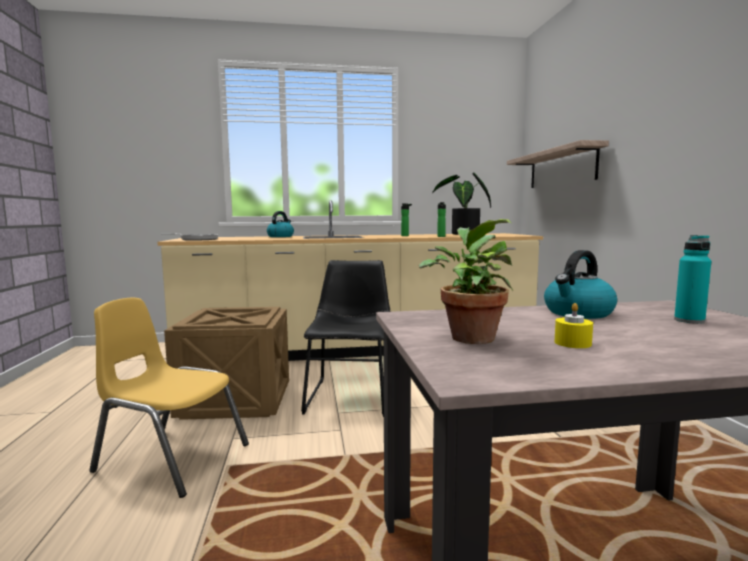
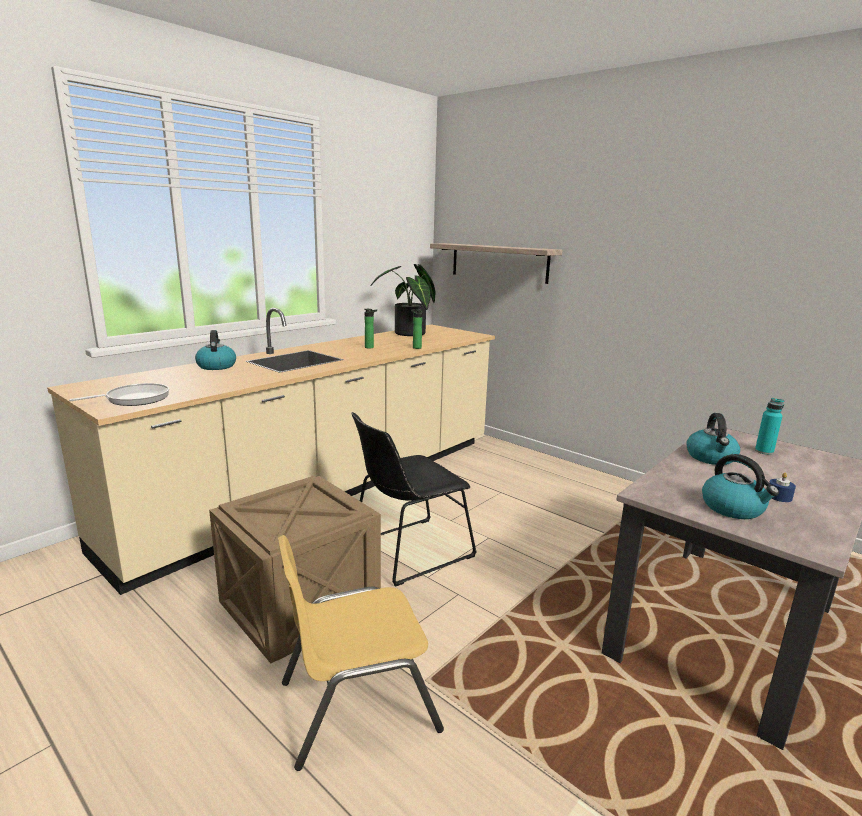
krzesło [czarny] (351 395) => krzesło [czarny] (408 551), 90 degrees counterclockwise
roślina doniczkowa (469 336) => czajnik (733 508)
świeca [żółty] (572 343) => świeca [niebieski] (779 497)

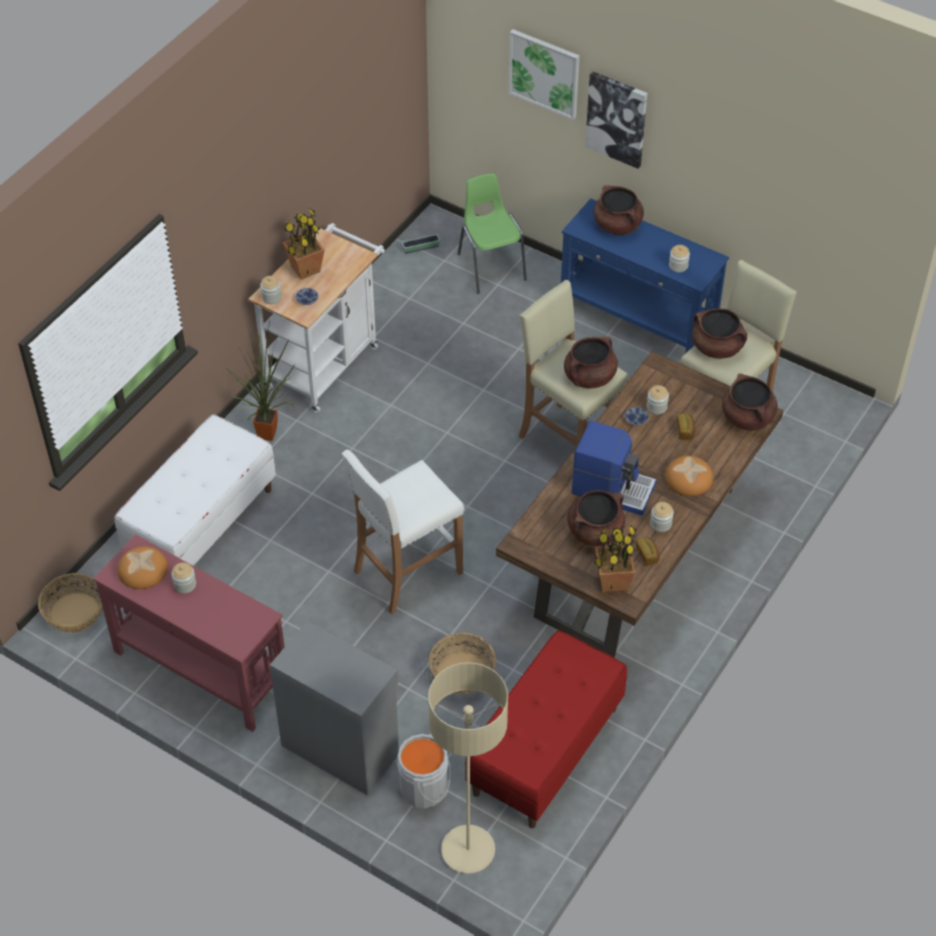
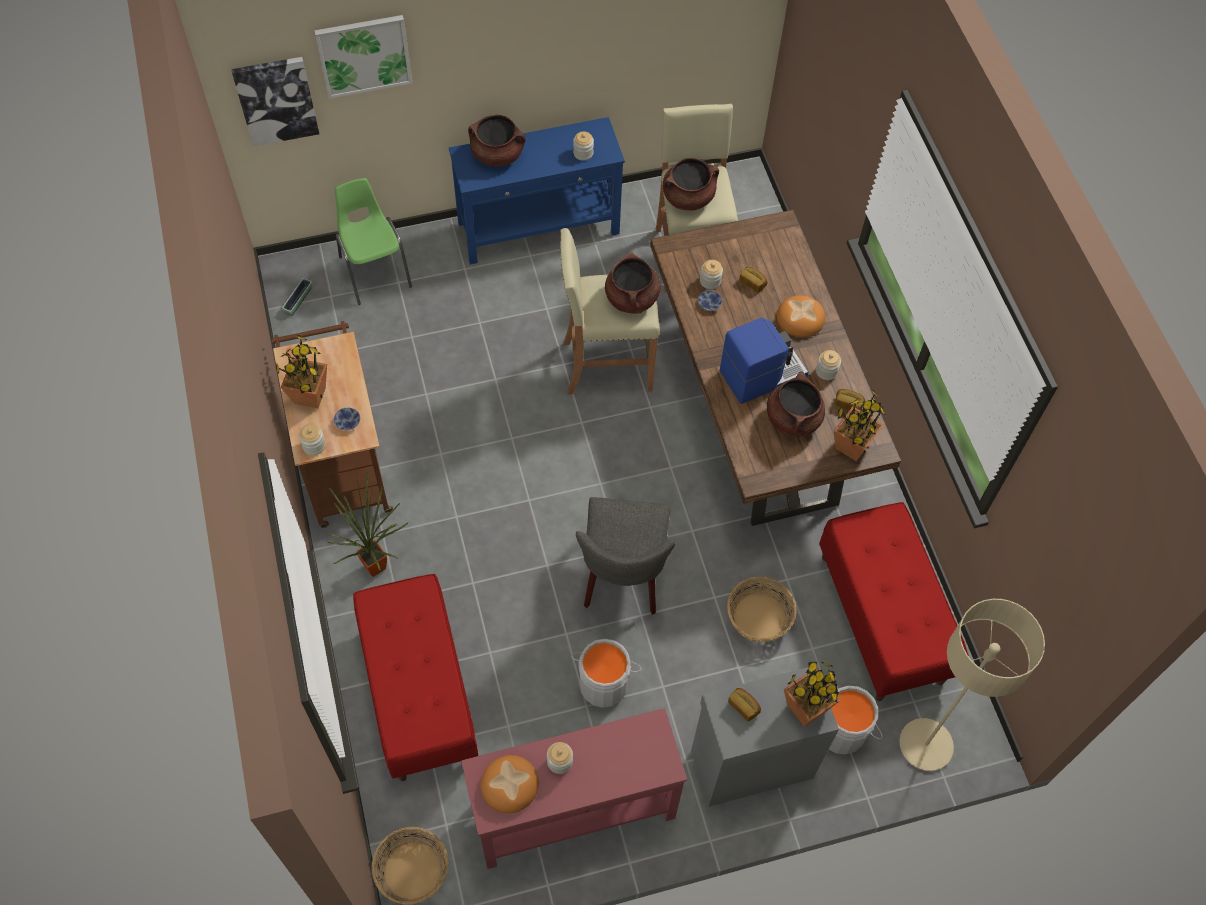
obraz (617 118) => obraz (276 100), moved
wózek [biały] (326 362) => wózek [brązowy] (343 463)
krzesło [zielony] (491 266) => krzesło [zielony] (374 271), 45 degrees clockwise
ławka [biały] (201 524) => ławka [czerwony] (419 692)
nothing => wiadro [szary] (604 682)
stołek [biały] (406 572) => krzesło [szary] (623 578)
nothing => chleb (744 706)
nothing => roślina doniczkowa (805 708)
garnek [brązowy] (747 418) => nothing

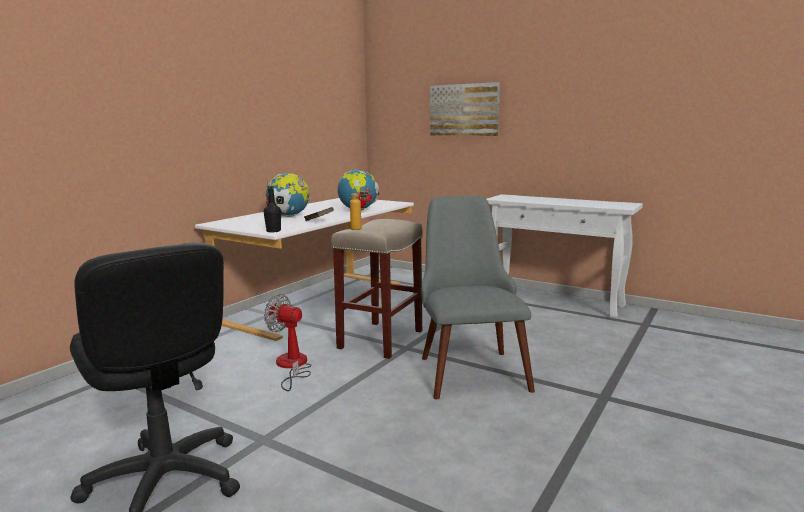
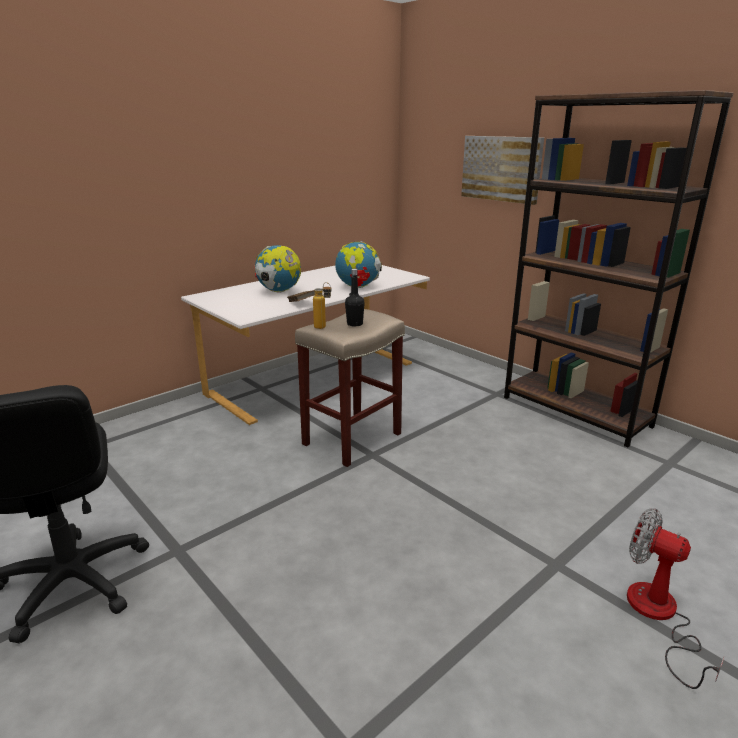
butelka [czarny] (273 231) => butelka [czarny] (354 324), moved
stolik konsolowy [biały] (555 301) => regał [brązowy] (575 411)
wentylator (292 366) => wentylator (658 616), moved
krzesło [szary] (468 366) => nothing

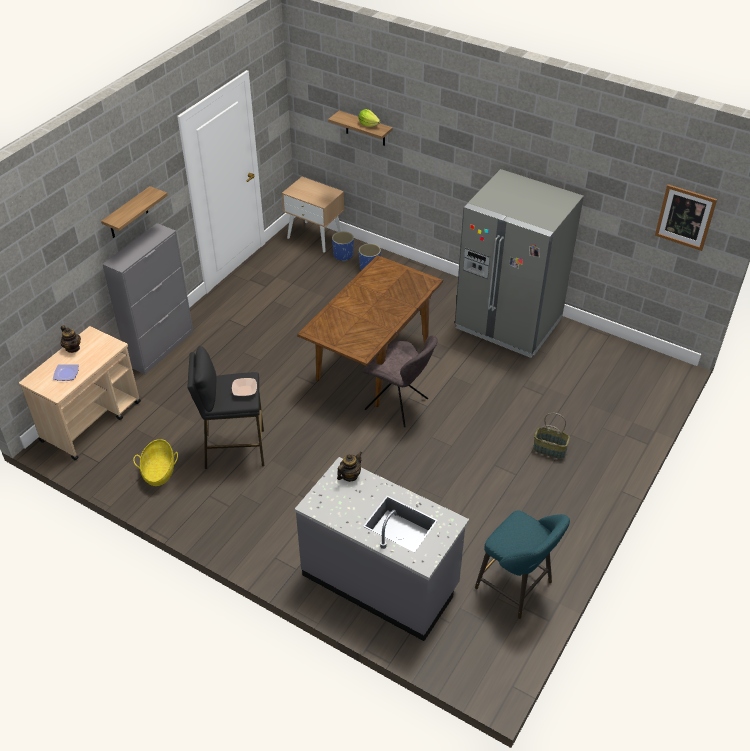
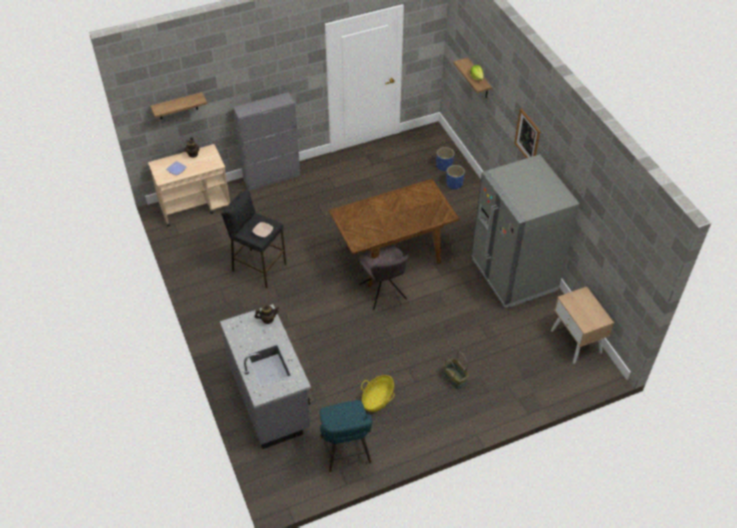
półka (128 213) => półka (177 106), moved
koszyk (159 471) => koszyk (377 399), moved
obraz (685 217) => obraz (527 137), moved
szafka nocna [beżowy] (315 236) => szafka nocna [beżowy] (576 341), moved

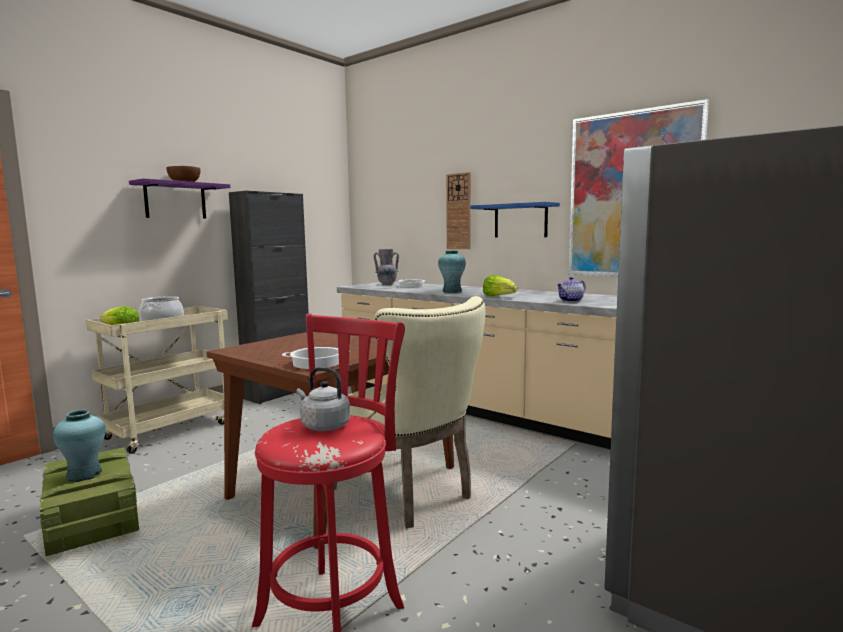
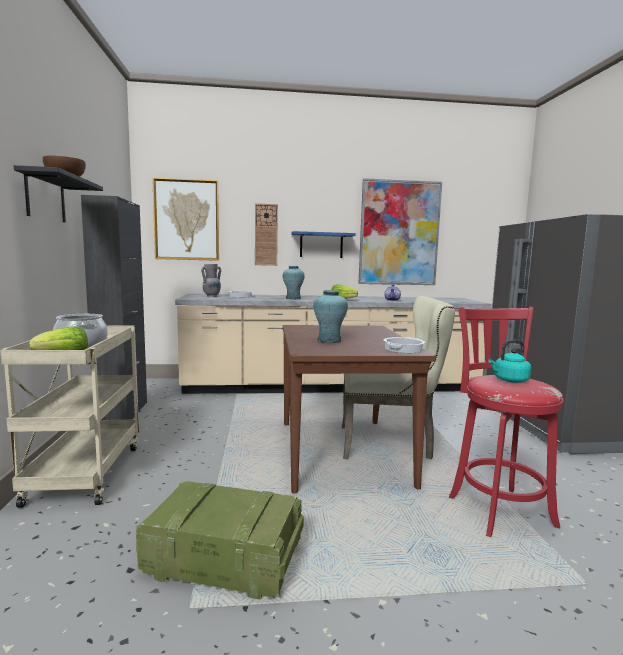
półka [fioletowy] (175 200) => półka [czarny] (45 198)
nothing => obraz (187 220)
wazon [turkusowy] (84 475) => wazon [turkusowy] (329 340), moved
czajnik [szary] (323 426) => czajnik [turkusowy] (509 380)

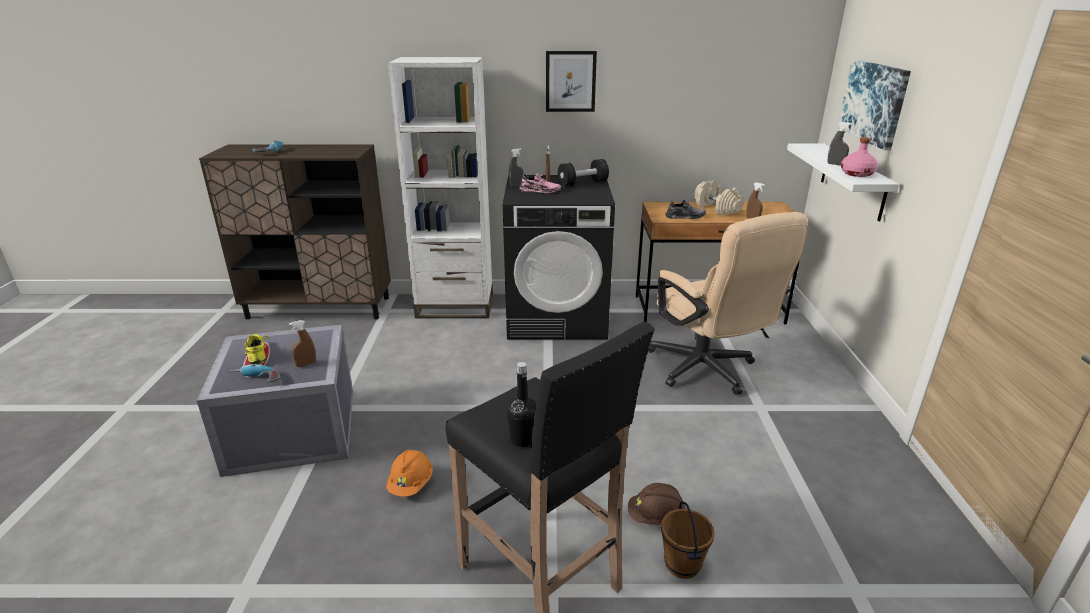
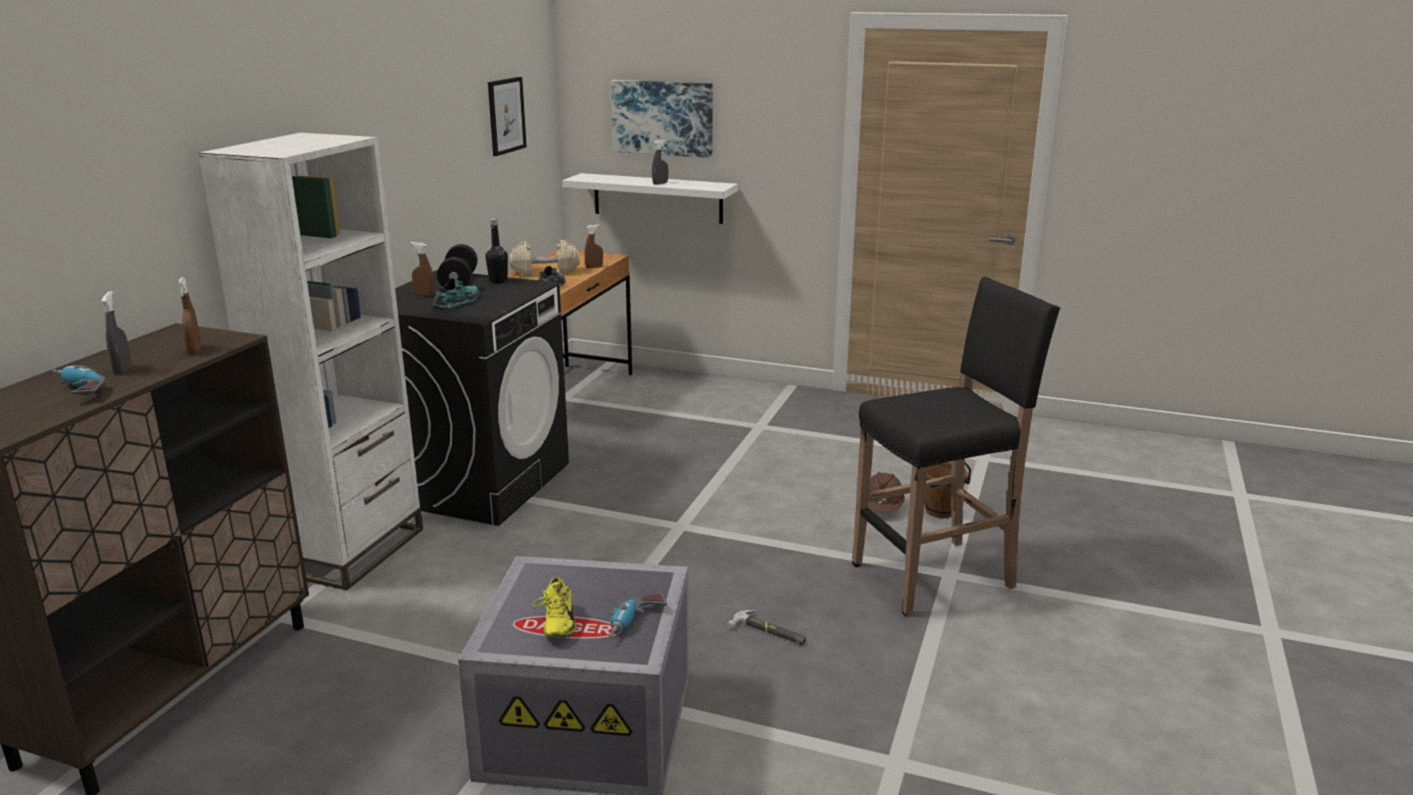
spryskiwacz [szary] (516 185) => spryskiwacz [szary] (123 369), moved
spryskiwacz [brązowy] (306 364) => spryskiwacz [brązowy] (194 350), moved
but [różowy] (540 191) => but [turkusowy] (457 303)
butelka [czarny] (523 439) => butelka [czarny] (498 281), moved
obraz (570 81) => obraz (506 115), moved
but [żółty] (259 354) => but [żółty] (556 624), 90 degrees counterclockwise
kask [pomarańczowy] (411 484) => młotek (768 633)
krzesło biurowe [beżowy] (707 371) => nothing
butelka [różowy] (857 174) => nothing

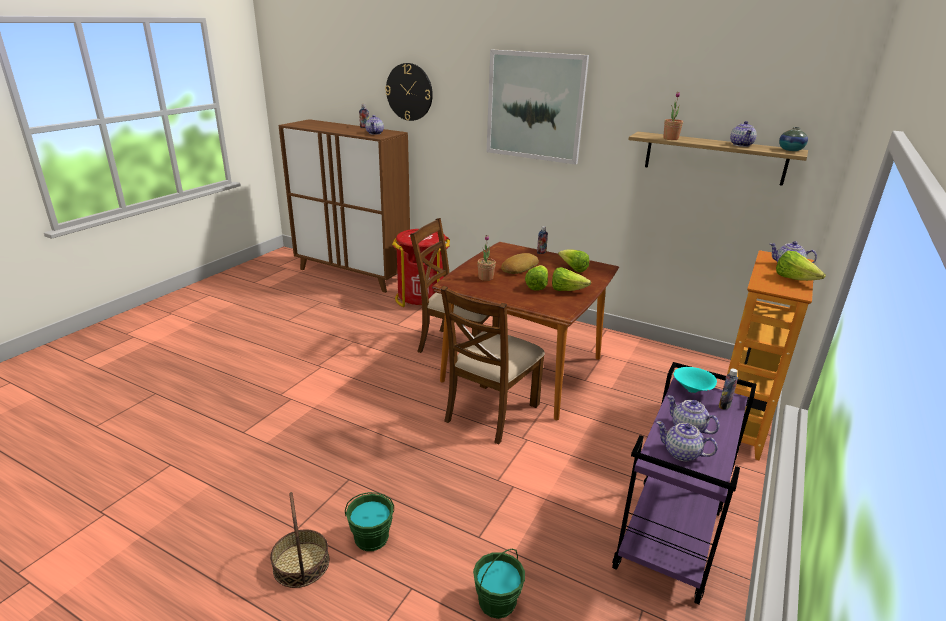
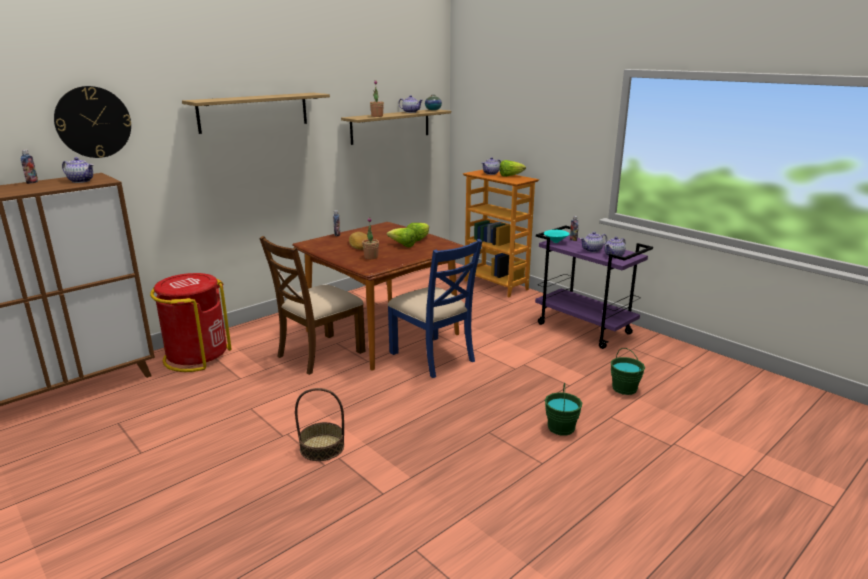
obraz (535 106) => półka (254 112)
koszyk (301 564) => koszyk (322 447), moved
krzesło [brązowy] (490 412) => krzesło [niebieski] (433 356)
sałata (573 269) => nothing

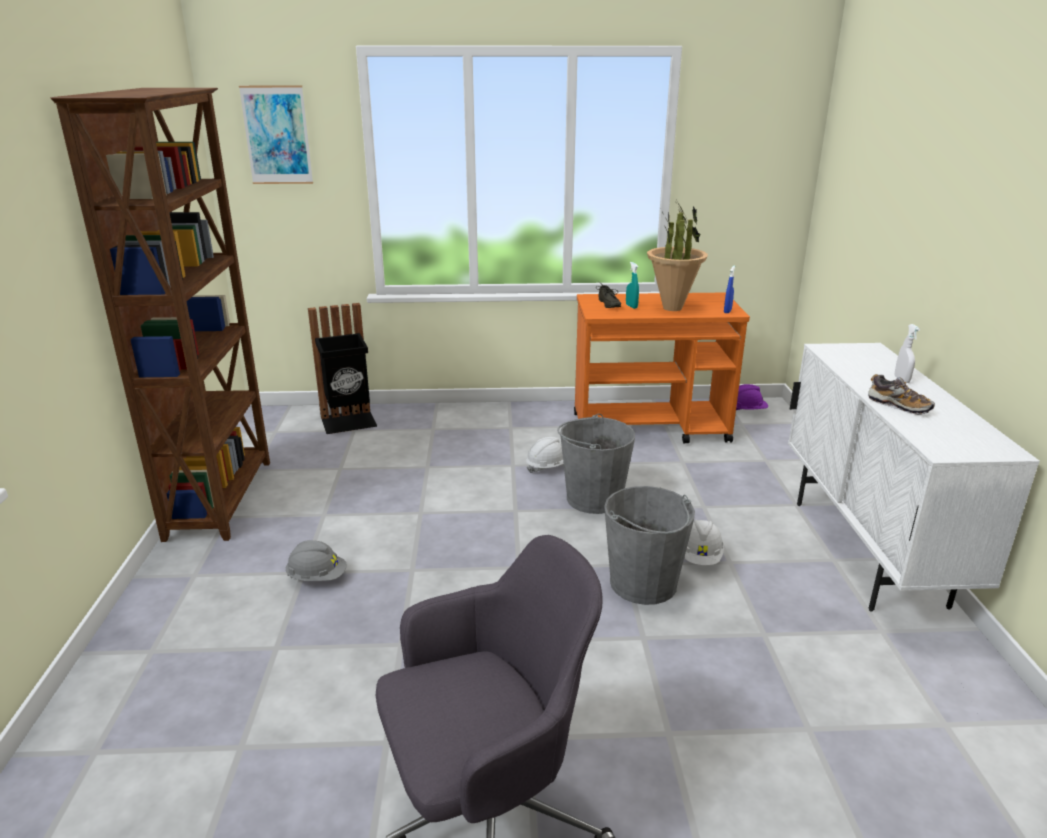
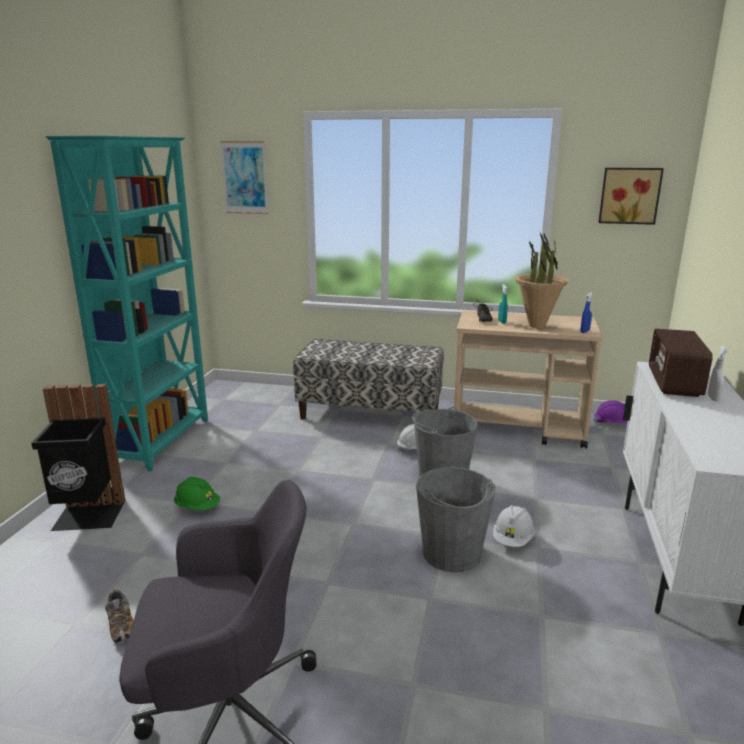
kosz na śmieci [czarny] (349 422) => kosz na śmieci [czarny] (88 516), moved
regał [brązowy] (222 498) => regał [turkusowy] (162 441)
but (898 406) => but (121 625), moved
kask [szary] (317 577) => kask [zielony] (197 507)
nothing => ławka (370 413)
wózek [pomarańczowy] (651 428) => wózek [beżowy] (519 429)
nothing => obraz (629 195)
nothing => radio (674 383)

